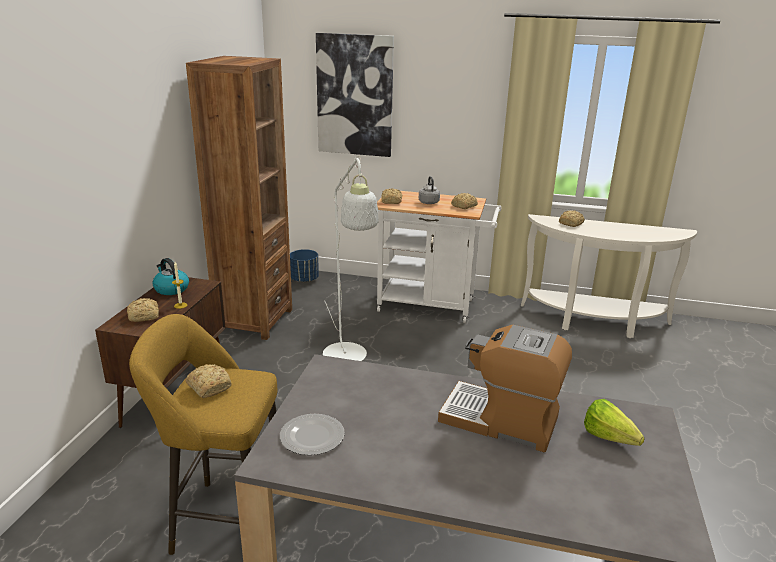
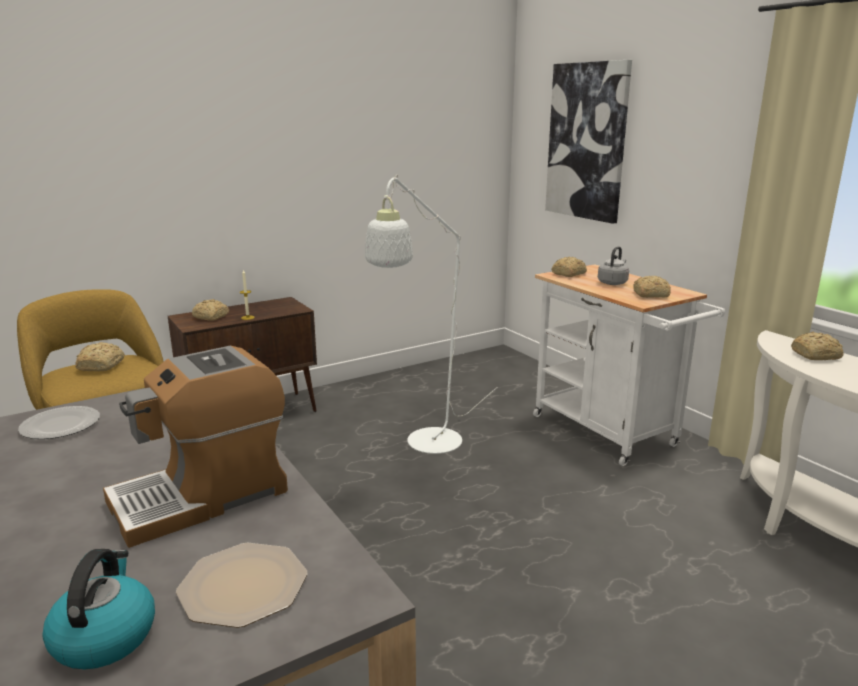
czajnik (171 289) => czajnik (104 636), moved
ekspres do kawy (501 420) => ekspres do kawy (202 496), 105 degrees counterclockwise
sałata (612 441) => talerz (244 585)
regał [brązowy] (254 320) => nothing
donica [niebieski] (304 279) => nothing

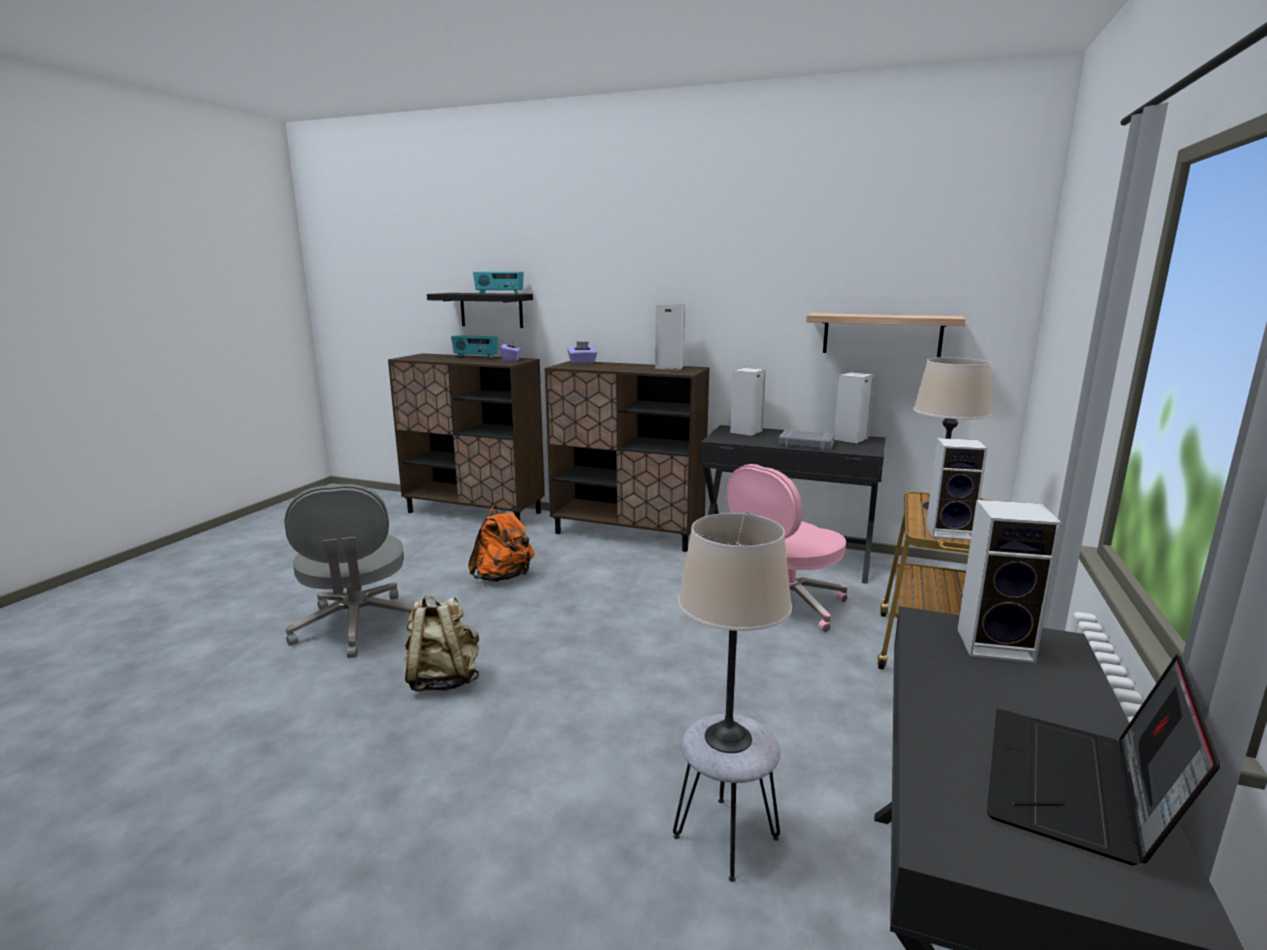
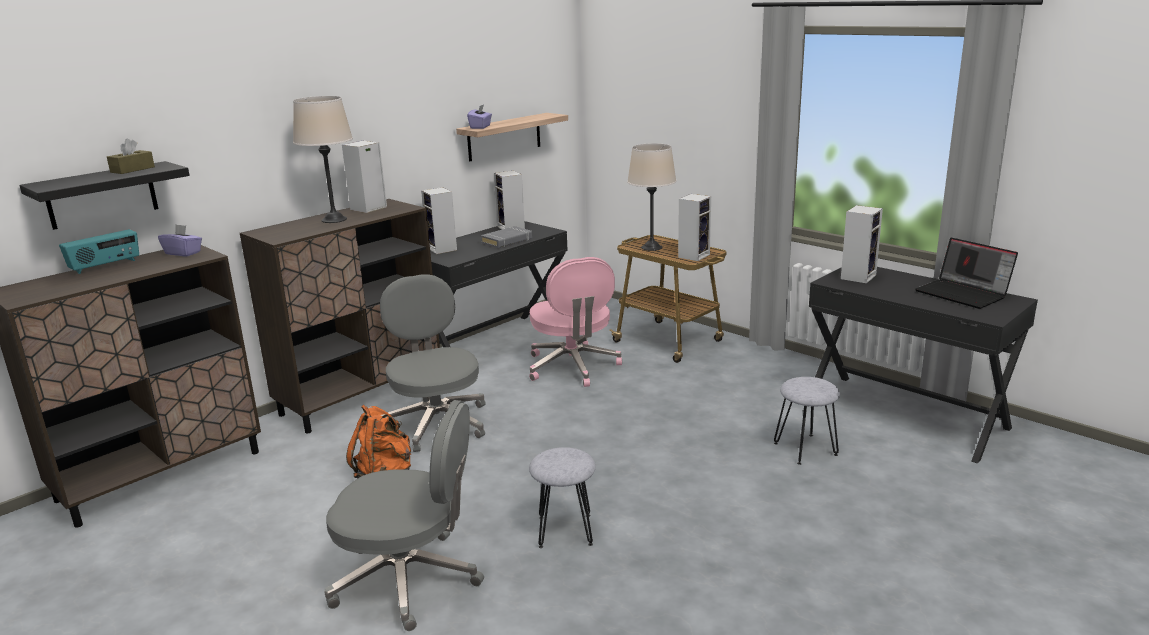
radio (499 293) => pudełko chusteczek [brązowy] (132 169)
lampa stołowa [beżowy] (728 737) => lampa stołowa [beżowy] (334 219), moved
nothing => krzesło biurowe [szary] (436 422)
pudełko chusteczek [fioletowy] (582 363) => pudełko chusteczek [fioletowy] (480 127), moved
plecak [beżowy] (443 680) => stołek [szary] (565 531)

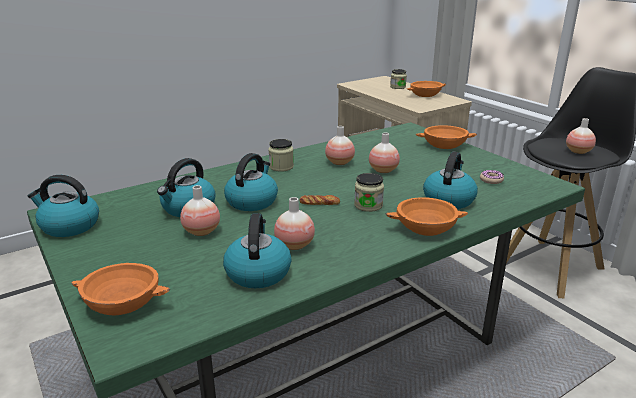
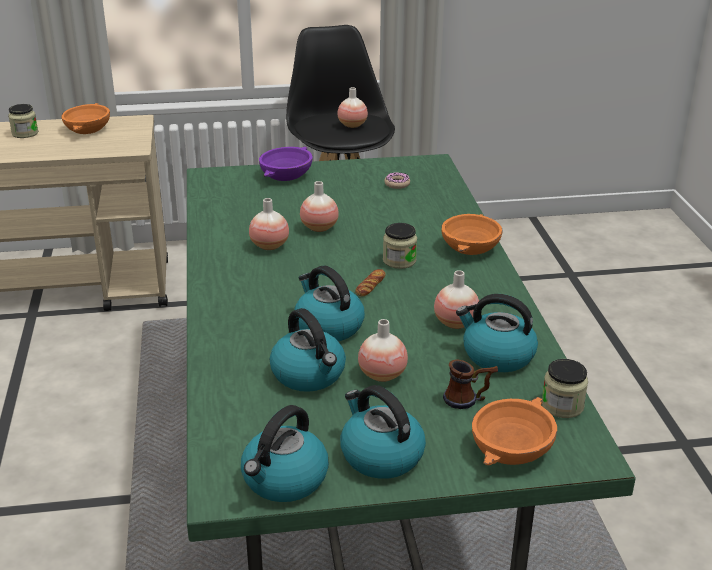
miska [pomarańczowy] (444 145) => miska [fioletowy] (286 175)
czajnik (448 199) => czajnik (380 455), moved
nothing => kubek (469 400)
słoik (281 167) => słoik (562 405), moved

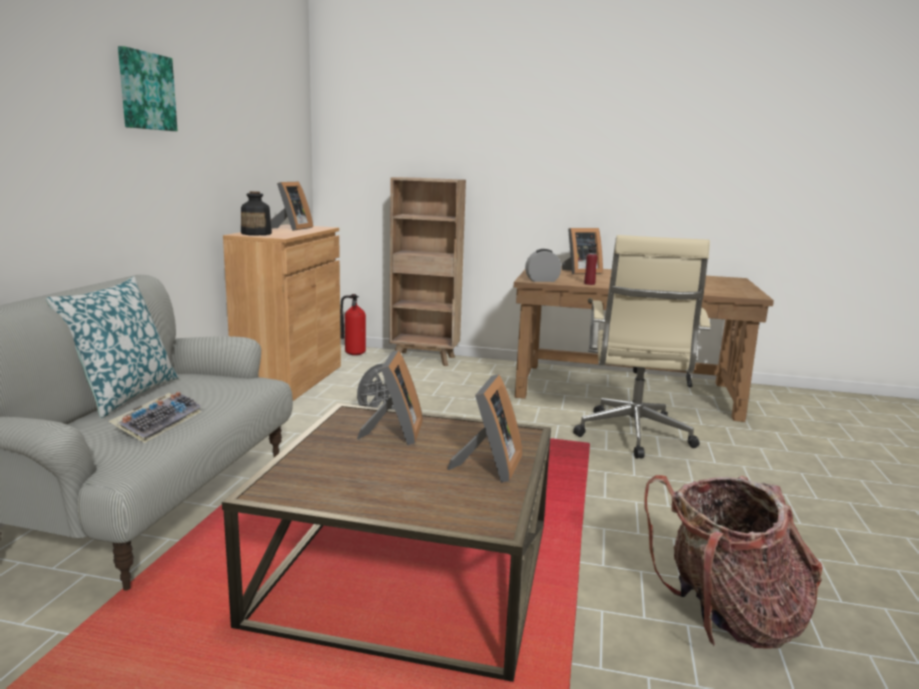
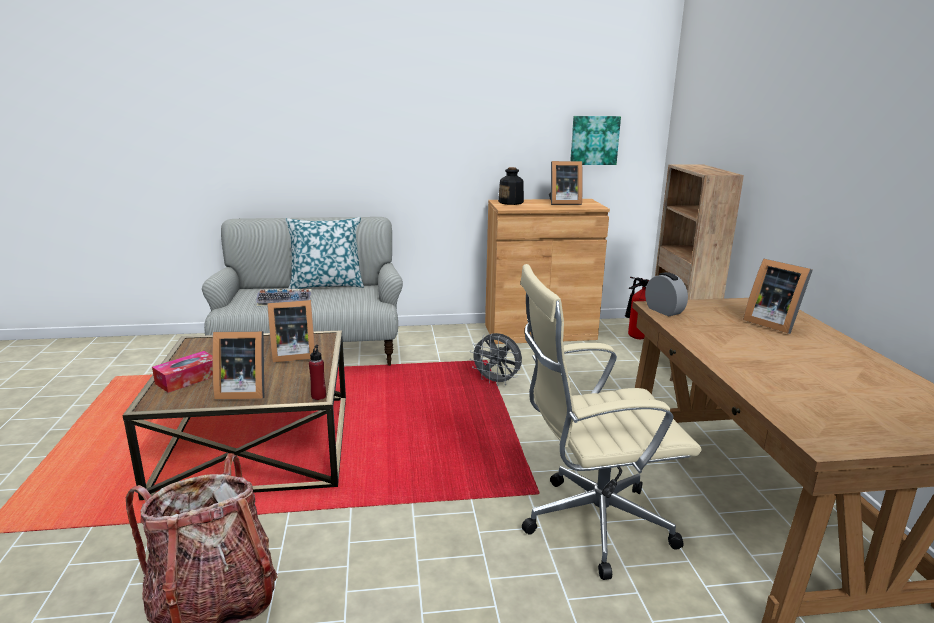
nothing => pudełko chusteczek (188 379)
butelka [czerwony] (589 283) => butelka [czerwony] (318 396), moved
obraz (145 91) => obraz (594 140), moved

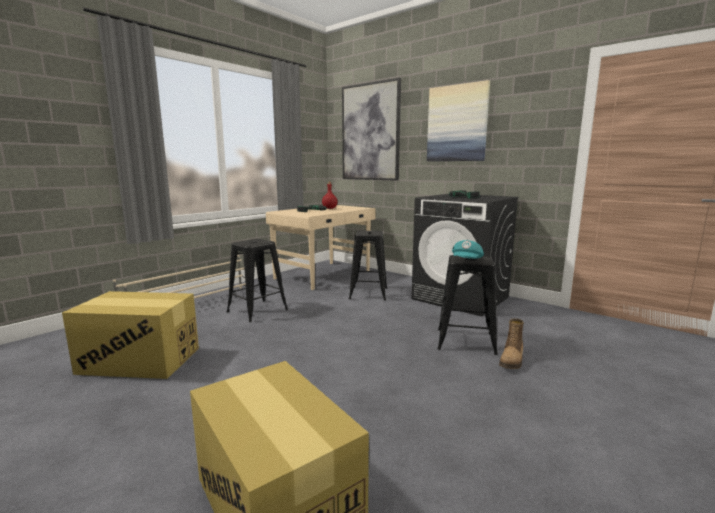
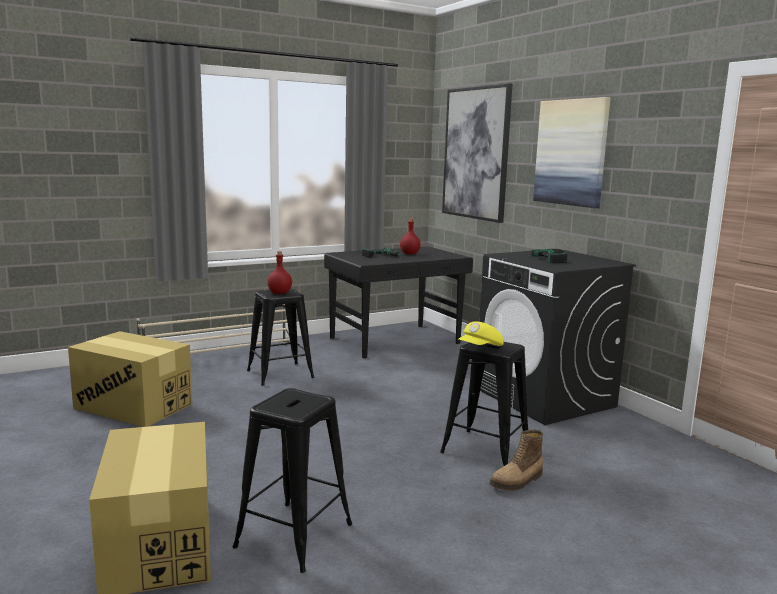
stołek [czarny] (368 293) => stołek [czarny] (294 535), moved
nothing => butelka [czerwony] (280 293)
biurko [beżowy] (324 275) => biurko [czarny] (396 341)
czapka z daszkiem [turkusowy] (467 262) => czapka z daszkiem [żółty] (480 348)

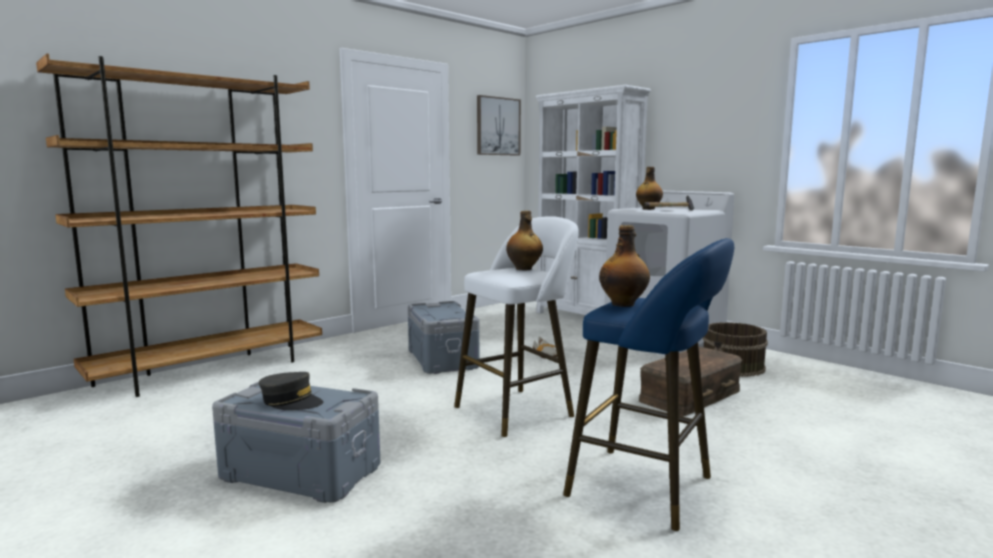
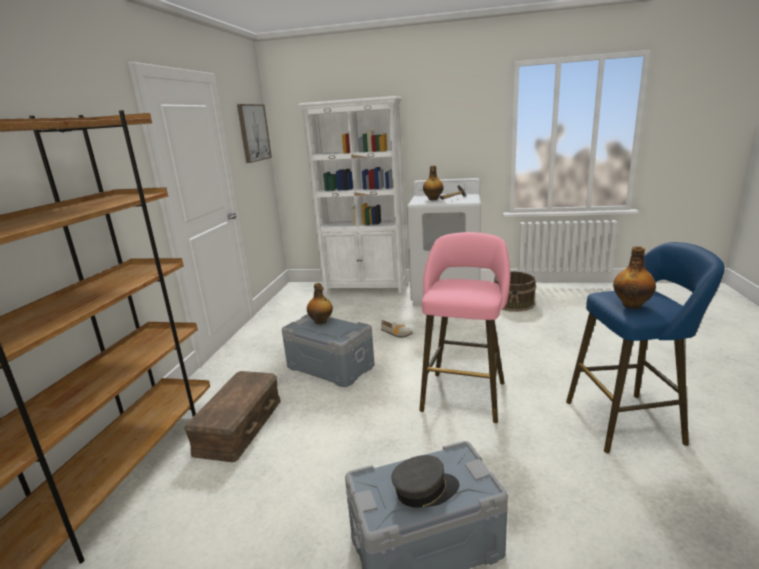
pojemnik do przechowywania [brązowy] (689 395) => pojemnik do przechowywania [brązowy] (238 426), moved
butelka (524 269) => butelka (321 322), moved
stołek [biały] (519 410) => stołek [różowy] (464 393)

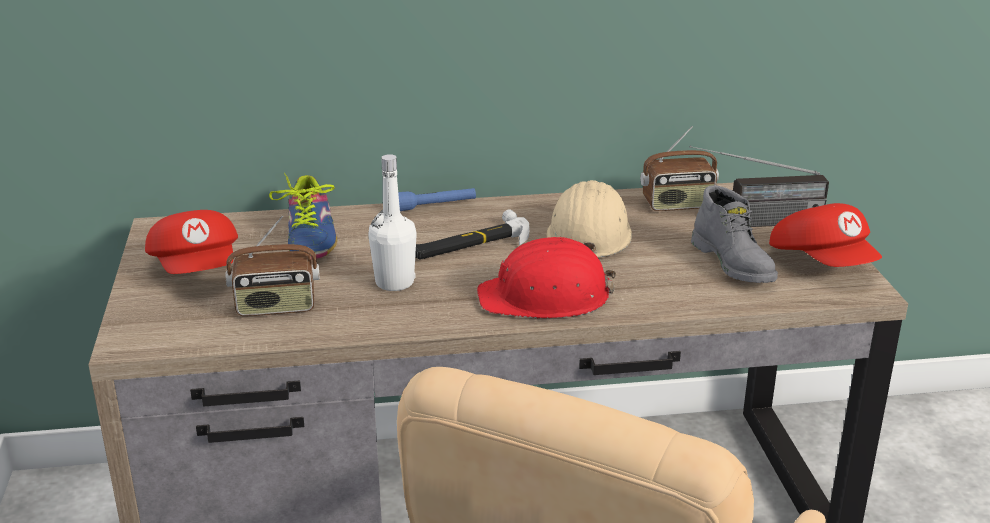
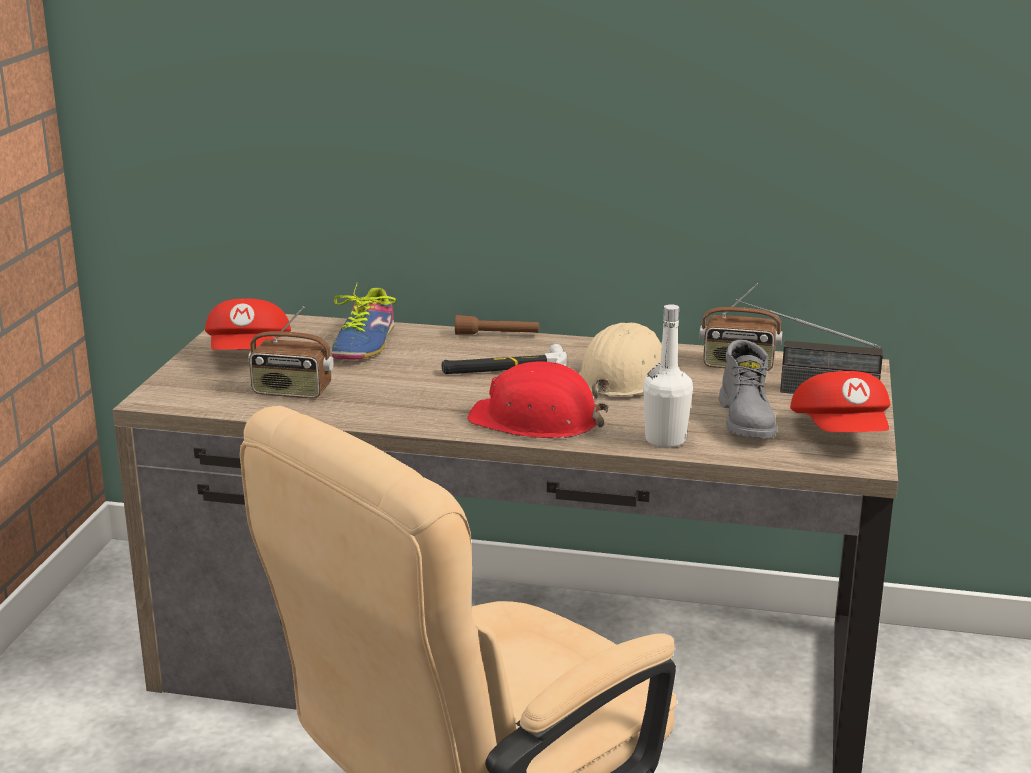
latarka [niebieski] (434 206) => latarka [brązowy] (497 335)
butelka [biały] (394 282) => butelka [biały] (665 440), moved

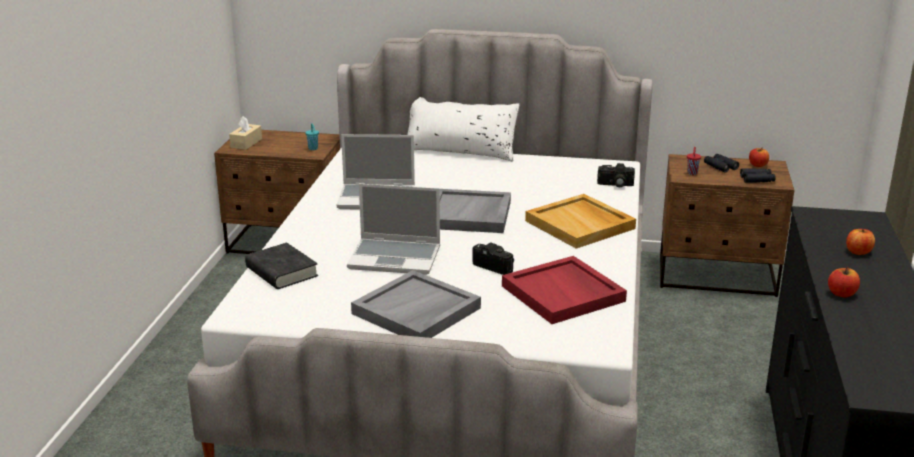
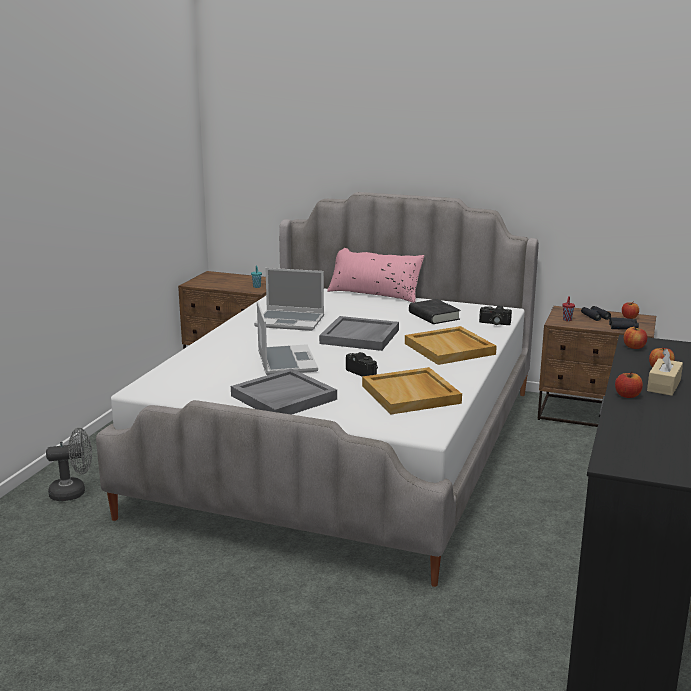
nothing => wentylator [szary] (73 492)
laptop (396 258) => laptop (285 361), 120 degrees counterclockwise
poduszka [biały] (460 151) => poduszka [różowy] (374 294)
taca [czerwony] (564 294) => taca [beżowy] (411 394)
książka [czarny] (281 272) => książka [czarny] (434 316), moved
nothing => jabłko (634 347)
pudełko chusteczek [beżowy] (246 143) => pudełko chusteczek [beżowy] (664 385), moved

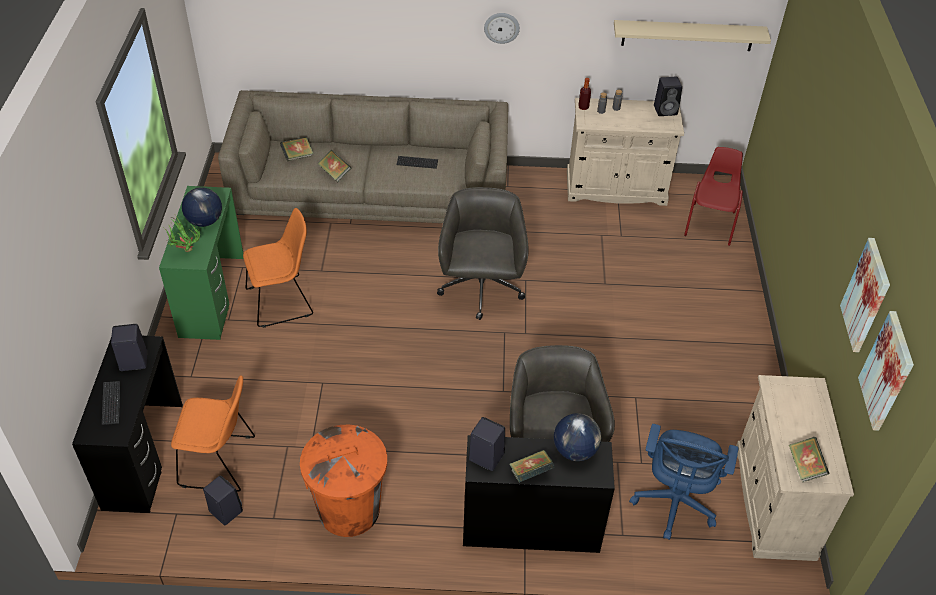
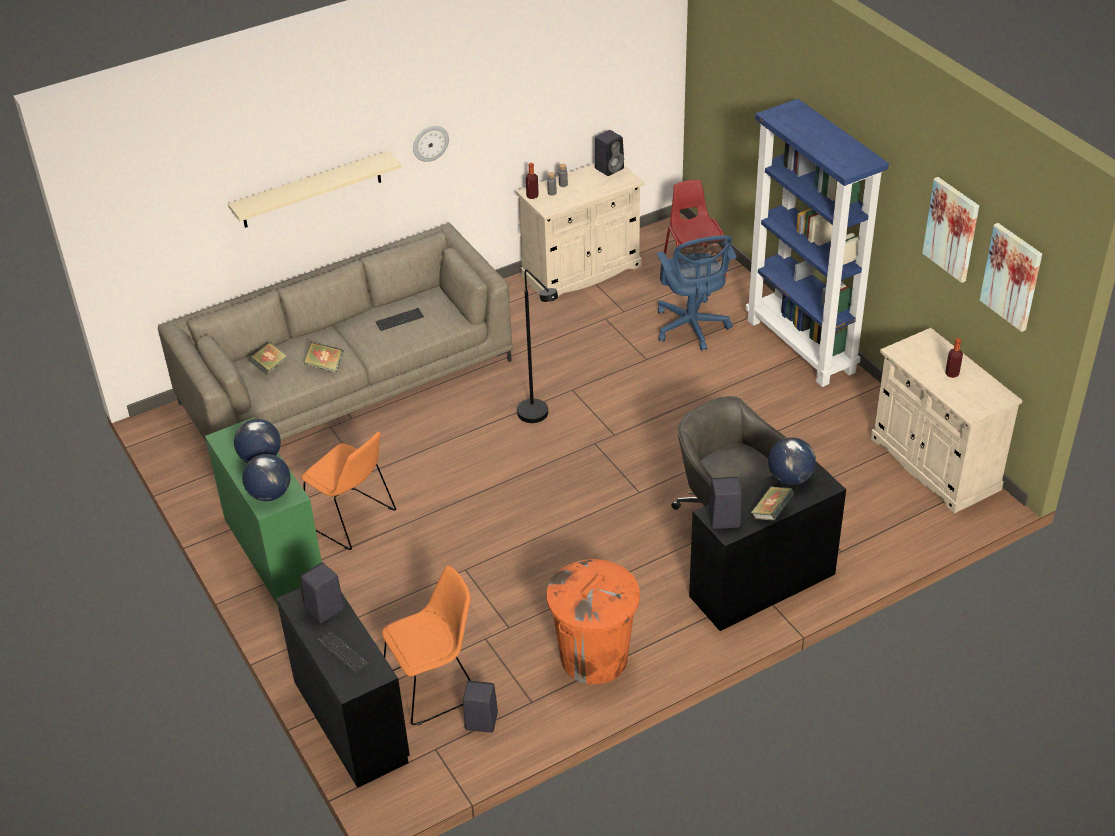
półka [beżowy] (688 35) => półka [beżowy] (311 190), moved
roślina doniczkowa (184 251) => globus (269 494)
krzesło [pomarańczowy] (282 301) => krzesło [pomarańczowy] (352 519), 90 degrees clockwise
krzesło biurowe [szary] (481 289) => lampa stojąca [czarny] (538 417)
krzesło biurowe [niebieski] (674 504) => krzesło biurowe [niebieski] (692 328), moved
nothing => regał [niebieski] (802 346)
nothing => butelka (952 374)
książka (805 467) => nothing

